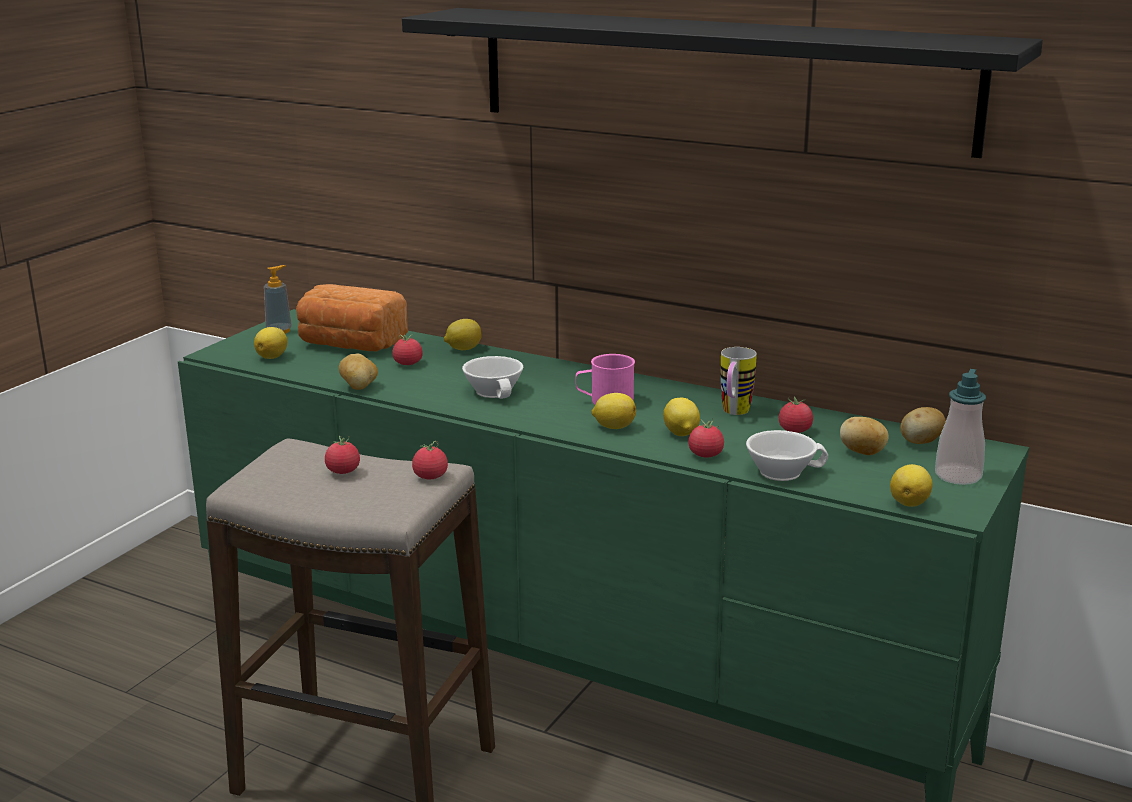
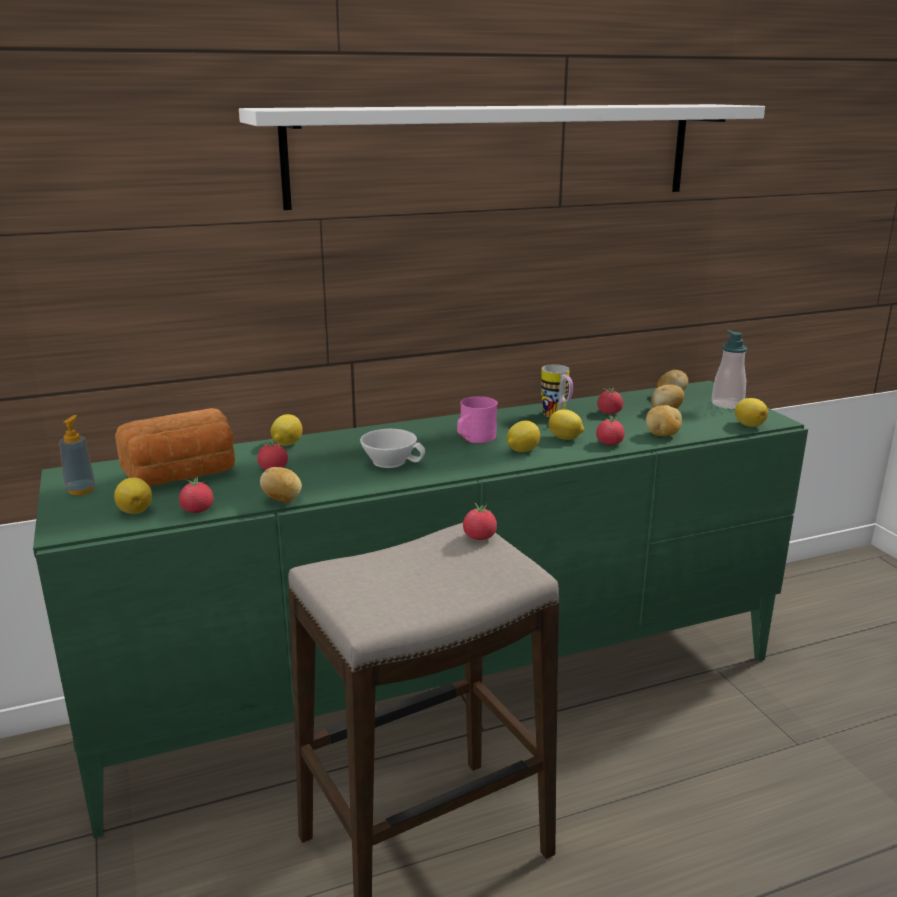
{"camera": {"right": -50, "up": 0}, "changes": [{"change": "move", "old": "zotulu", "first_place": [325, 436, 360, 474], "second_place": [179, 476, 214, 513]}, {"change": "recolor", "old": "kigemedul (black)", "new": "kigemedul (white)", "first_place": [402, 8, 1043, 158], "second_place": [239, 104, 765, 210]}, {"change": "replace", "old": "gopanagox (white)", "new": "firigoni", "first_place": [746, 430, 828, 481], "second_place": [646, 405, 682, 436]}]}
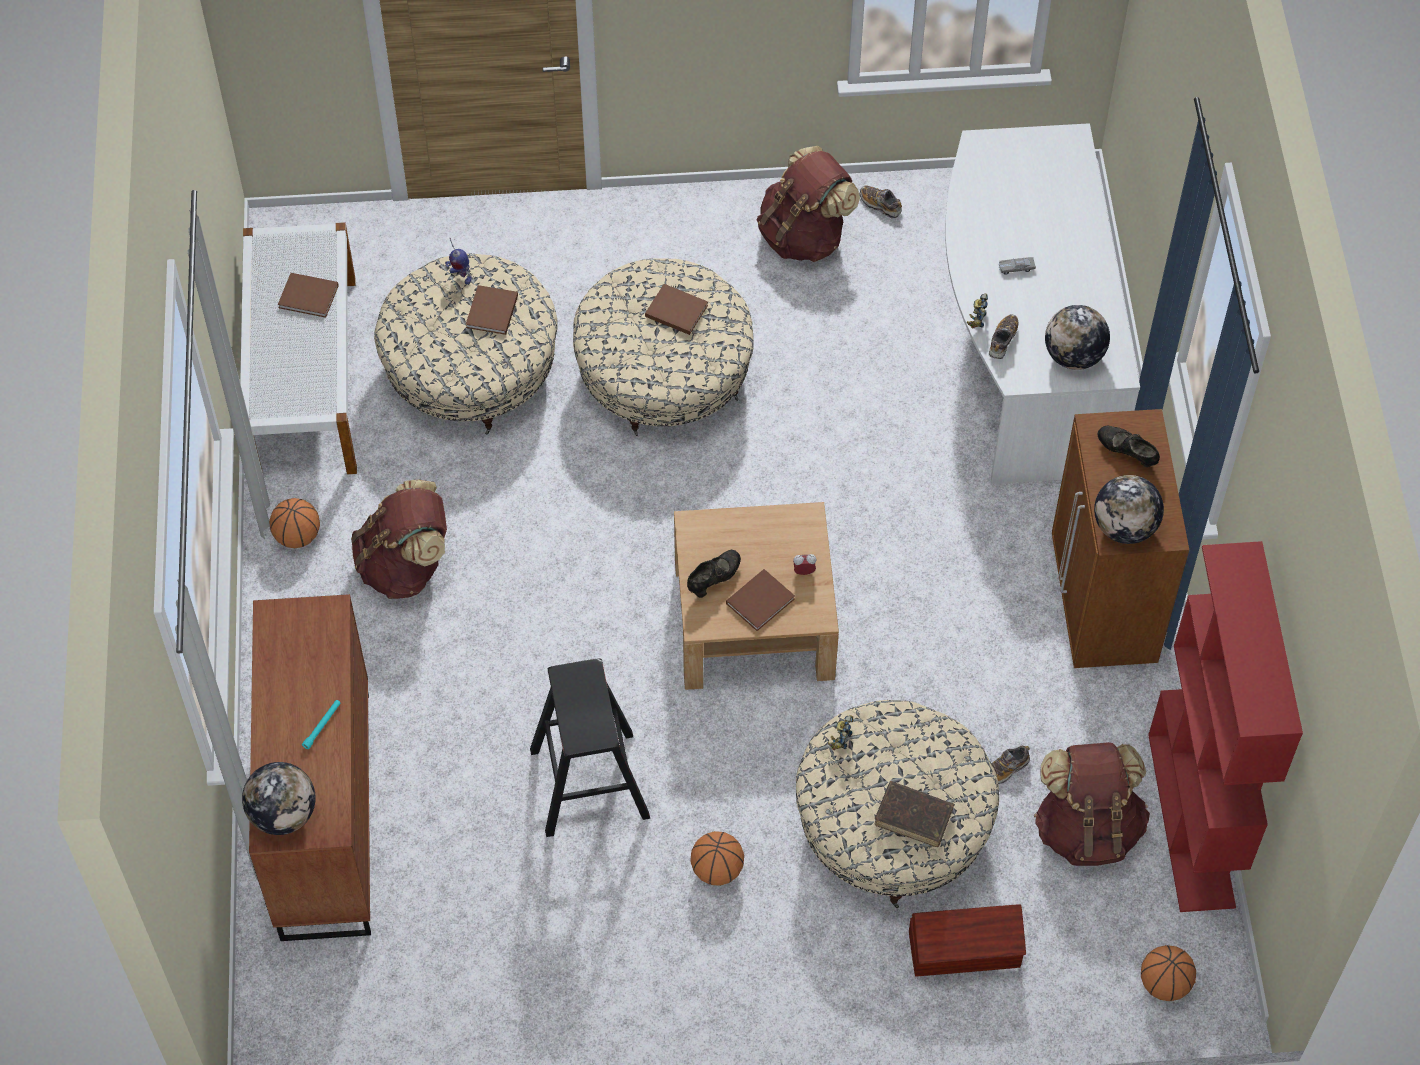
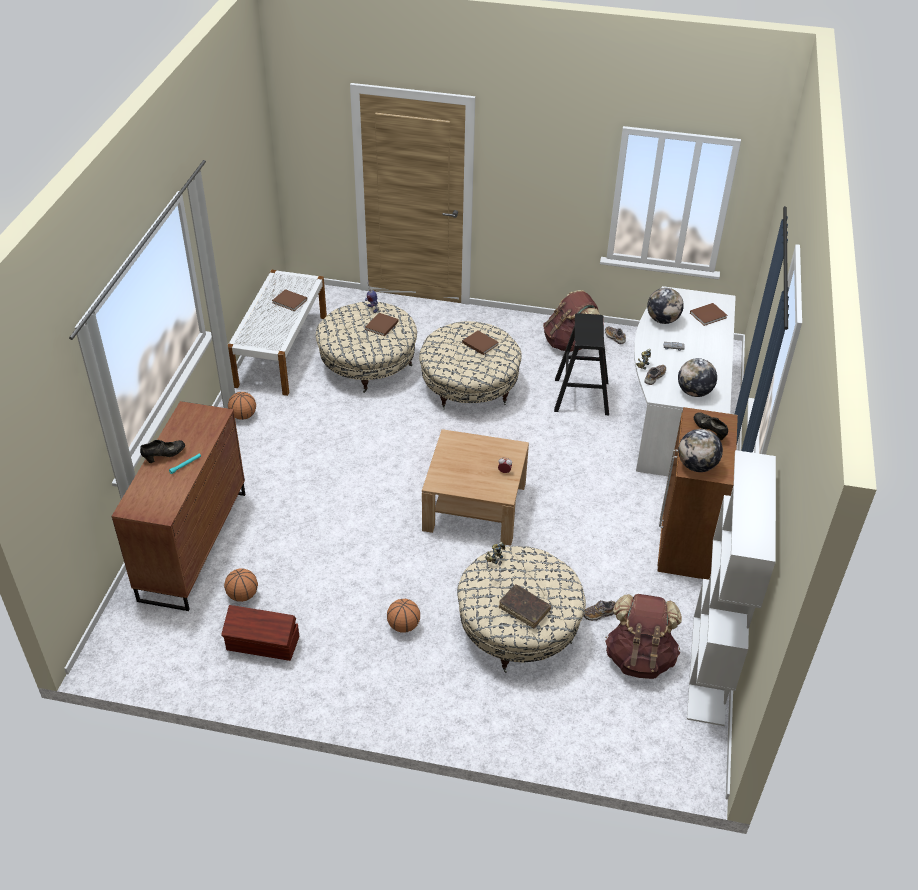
{"camera": {"right": 15, "up": -15}, "changes": [{"change": "move", "old": "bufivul", "first_place": [242, 762, 316, 835], "second_place": [647, 288, 684, 324]}, {"change": "delete", "old": "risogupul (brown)", "first_place": [351, 480, 447, 599]}, {"change": "move", "old": "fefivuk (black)", "first_place": [530, 659, 650, 837], "second_place": [554, 313, 609, 415]}, {"change": "move", "old": "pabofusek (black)", "first_place": [687, 550, 741, 598], "second_place": [140, 440, 185, 463]}, {"change": "move", "old": "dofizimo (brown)", "first_place": [726, 569, 795, 631], "second_place": [690, 303, 728, 326]}, {"change": "move", "old": "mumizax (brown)", "first_place": [909, 904, 1026, 976], "second_place": [221, 605, 299, 661]}, {"change": "move", "old": "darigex", "first_place": [1141, 945, 1196, 1001], "second_place": [224, 568, 258, 602]}, {"change": "recolor", "old": "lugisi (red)", "new": "lugisi (white)", "first_place": [1148, 541, 1303, 912], "second_place": [687, 450, 776, 726]}]}
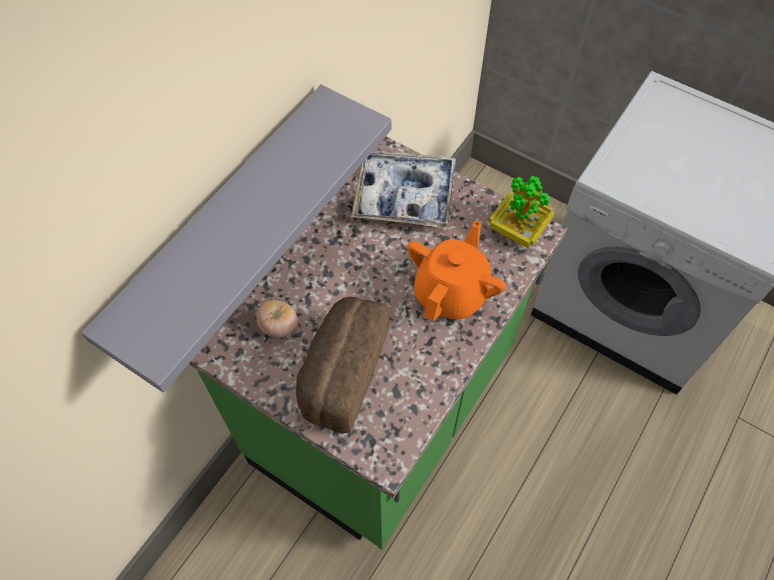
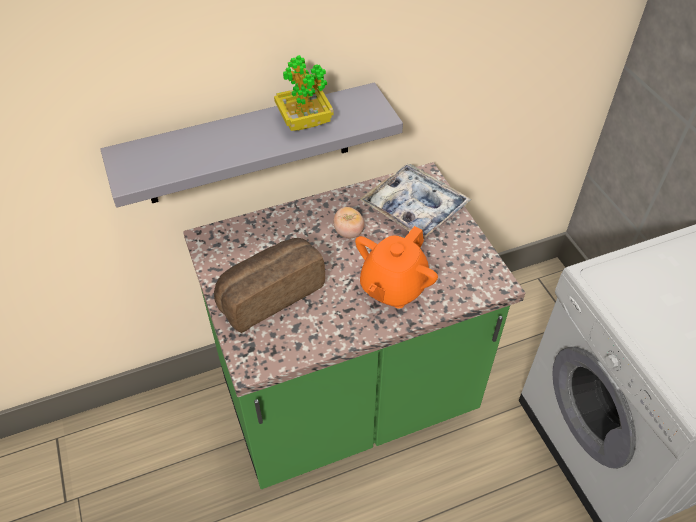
{"camera": {"right": 35, "up": -10}, "changes": [{"change": "move", "old": "zotulu", "first_place": [256, 300, 298, 338], "second_place": [333, 207, 364, 239]}, {"change": "rotate", "old": "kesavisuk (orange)", "first_place": [407, 221, 505, 321], "second_place": [355, 226, 438, 308], "degrees": 150}, {"change": "move", "old": "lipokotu", "first_place": [489, 175, 555, 248], "second_place": [274, 55, 334, 131]}]}
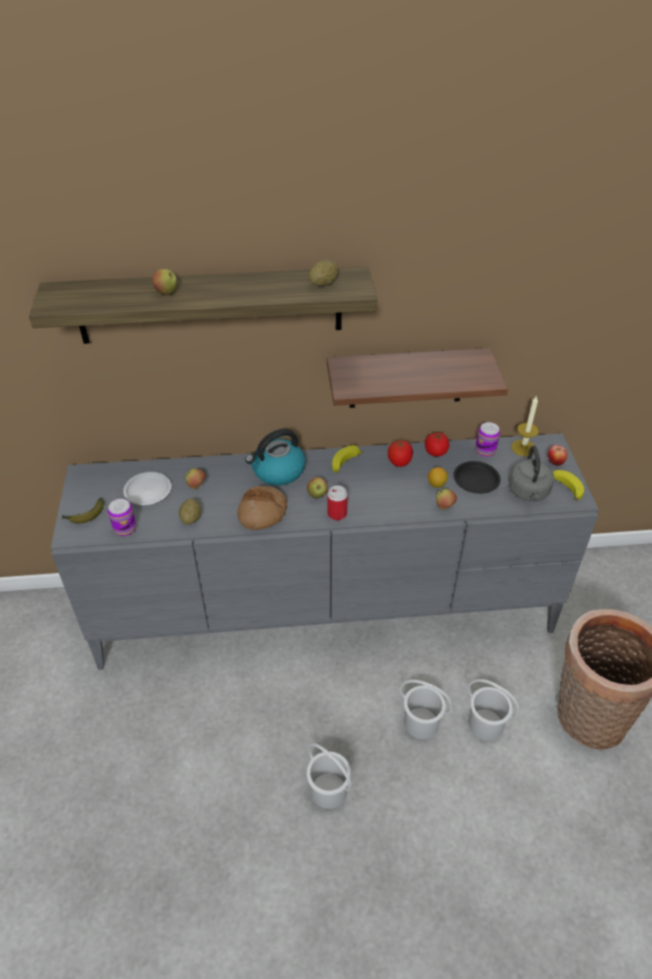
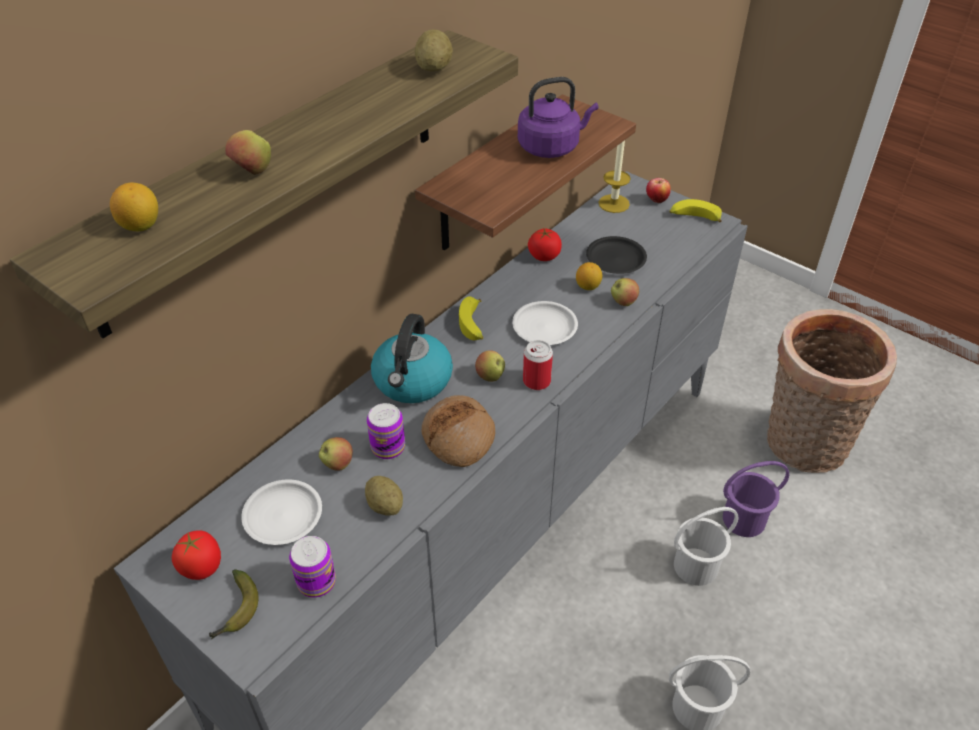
{"camera": {"right": -45, "up": 0}, "changes": [{"change": "move", "old": "zotulu", "first_place": [388, 440, 413, 467], "second_place": [172, 530, 221, 580]}, {"change": "recolor", "old": "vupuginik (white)", "new": "vupuginik (purple)", "first_place": [468, 679, 520, 740], "second_place": [723, 461, 789, 537]}, {"change": "move", "old": "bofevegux", "first_place": [475, 422, 500, 457], "second_place": [367, 403, 405, 459]}, {"change": "delete", "old": "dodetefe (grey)", "first_place": [509, 446, 554, 501]}, {"change": "insert", "new": "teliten", "second_place": [110, 183, 158, 231]}, {"change": "insert", "new": "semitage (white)", "second_place": [512, 301, 578, 345]}, {"change": "insert", "new": "dodetefe (purple)", "second_place": [518, 77, 598, 158]}]}
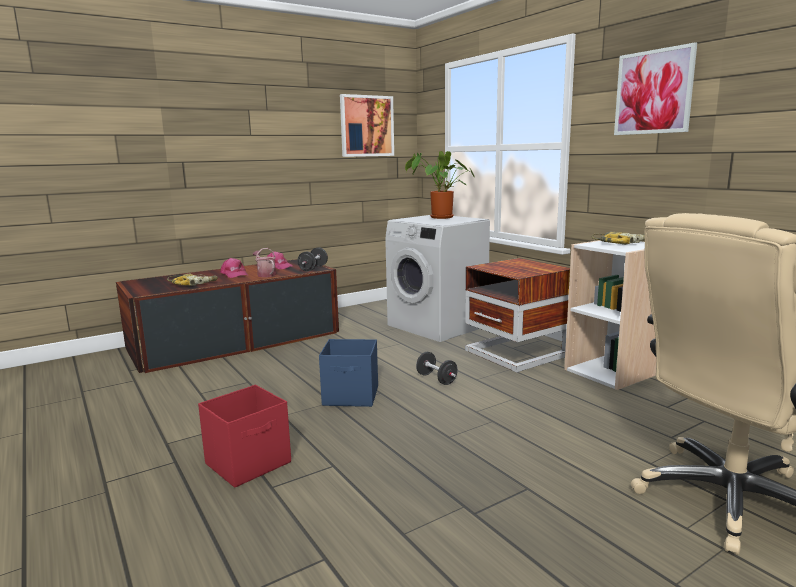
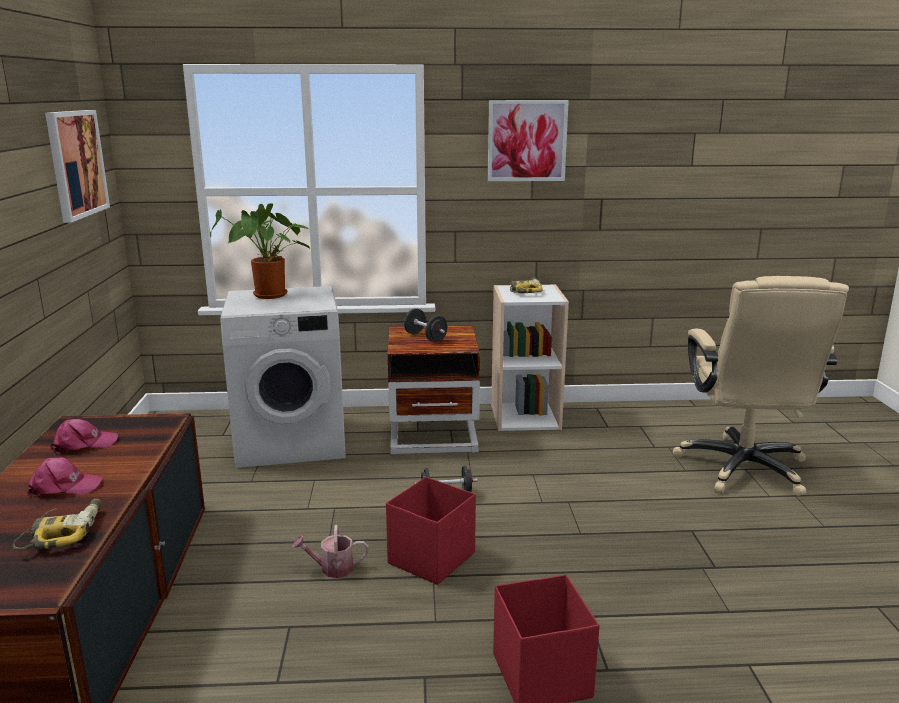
{"camera": {"right": -60, "up": 5}, "changes": [{"change": "move", "old": "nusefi", "first_place": [253, 248, 276, 277], "second_place": [292, 525, 369, 578]}, {"change": "move", "old": "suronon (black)", "first_place": [298, 247, 328, 272], "second_place": [404, 308, 448, 342]}, {"change": "recolor", "old": "mumizax (blue)", "new": "mumizax (red)", "first_place": [319, 339, 378, 407], "second_place": [386, 477, 476, 585]}]}
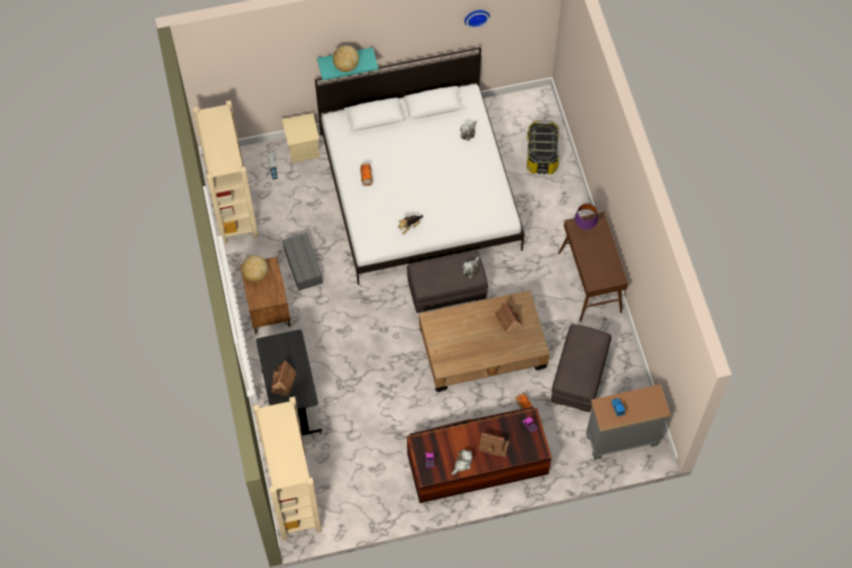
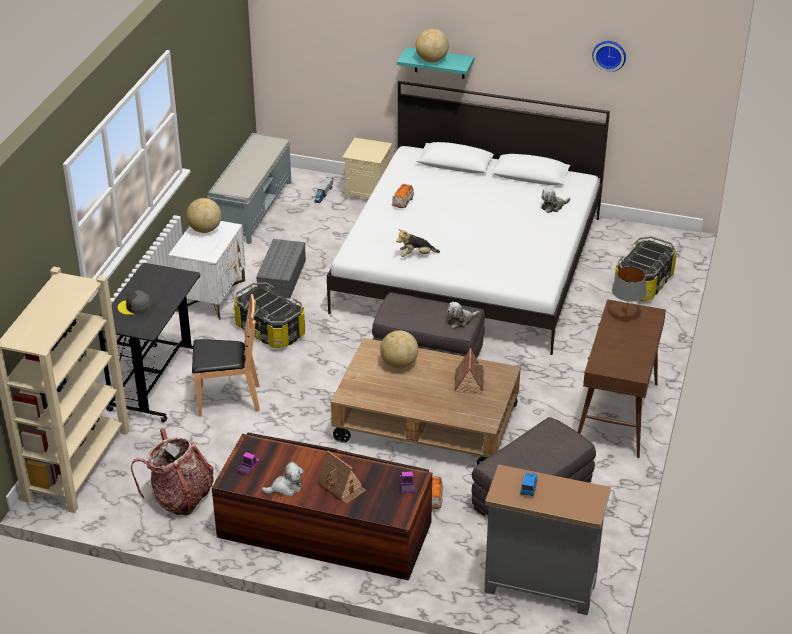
{"camera": {"right": 30, "up": -25}, "changes": [{"change": "replace", "old": "lugisi (beige)", "new": "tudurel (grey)", "first_place": [193, 100, 259, 244], "second_place": [207, 133, 291, 244]}, {"change": "recolor", "old": "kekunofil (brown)", "new": "kekunofil (white)", "first_place": [240, 257, 291, 334], "second_place": [168, 221, 245, 320]}, {"change": "replace", "old": "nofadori", "new": "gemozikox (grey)", "first_place": [271, 360, 297, 396], "second_place": [117, 291, 152, 315]}, {"change": "recolor", "old": "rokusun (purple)", "new": "rokusun (grey)", "first_place": [575, 204, 598, 230], "second_place": [612, 266, 646, 316]}, {"change": "insert", "new": "risogupul", "second_place": [131, 429, 214, 515]}, {"change": "insert", "new": "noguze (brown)", "second_place": [192, 294, 260, 417]}, {"change": "insert", "new": "mumizax", "second_place": [234, 283, 305, 348]}, {"change": "insert", "new": "bufivul", "second_place": [380, 330, 418, 369]}]}
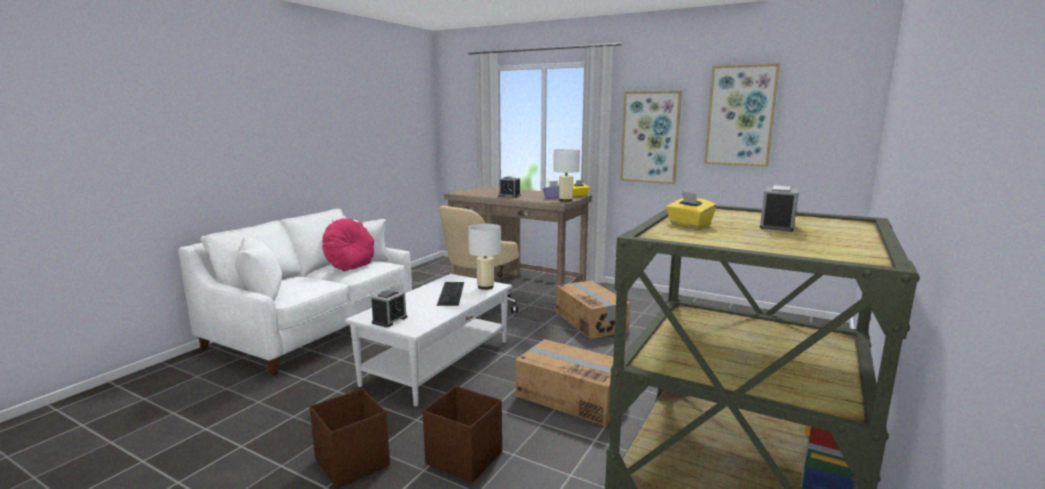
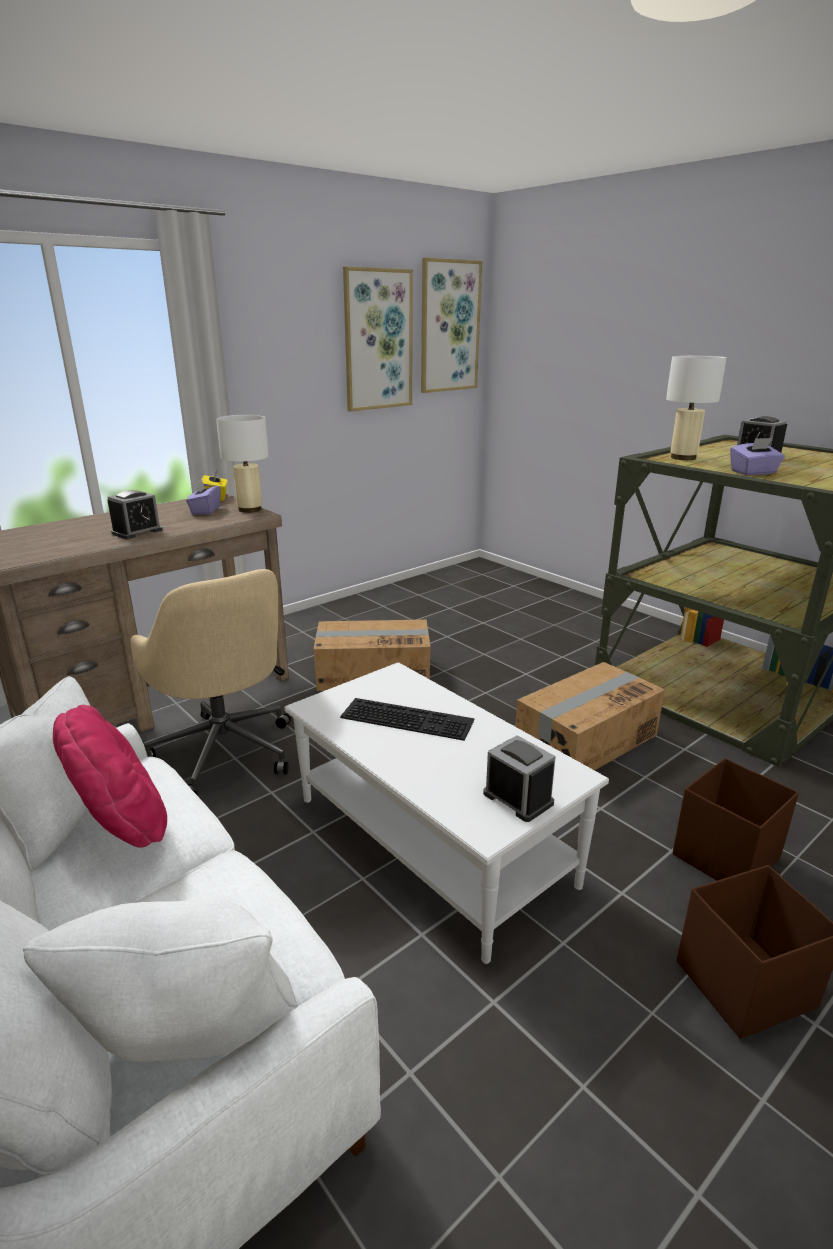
{"camera": {"right": -70, "up": 10}, "changes": [{"change": "move", "old": "rokusun (white)", "first_place": [468, 224, 501, 290], "second_place": [666, 355, 727, 460]}, {"change": "move", "old": "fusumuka", "first_place": [620, 91, 682, 184], "second_place": [421, 258, 482, 393]}, {"change": "recolor", "old": "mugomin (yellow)", "new": "mugomin (purple)", "first_place": [666, 191, 716, 228], "second_place": [730, 438, 785, 475]}]}
